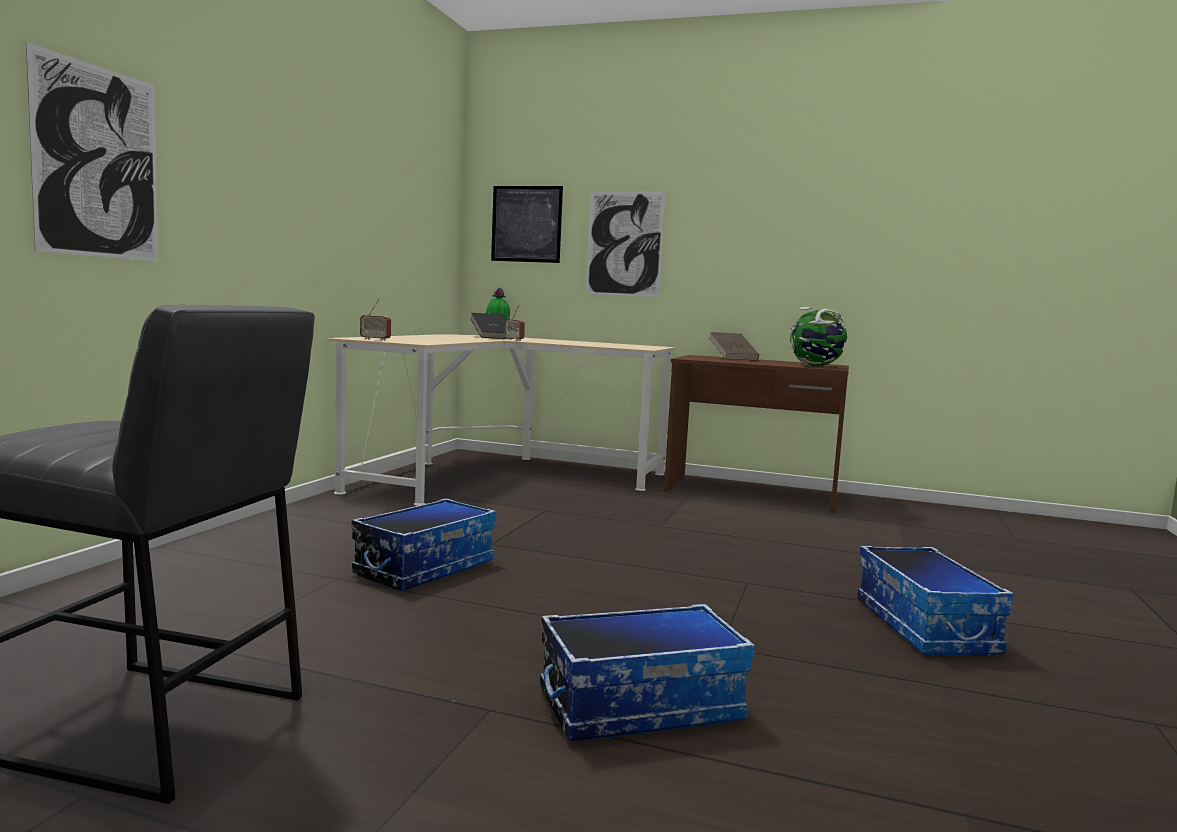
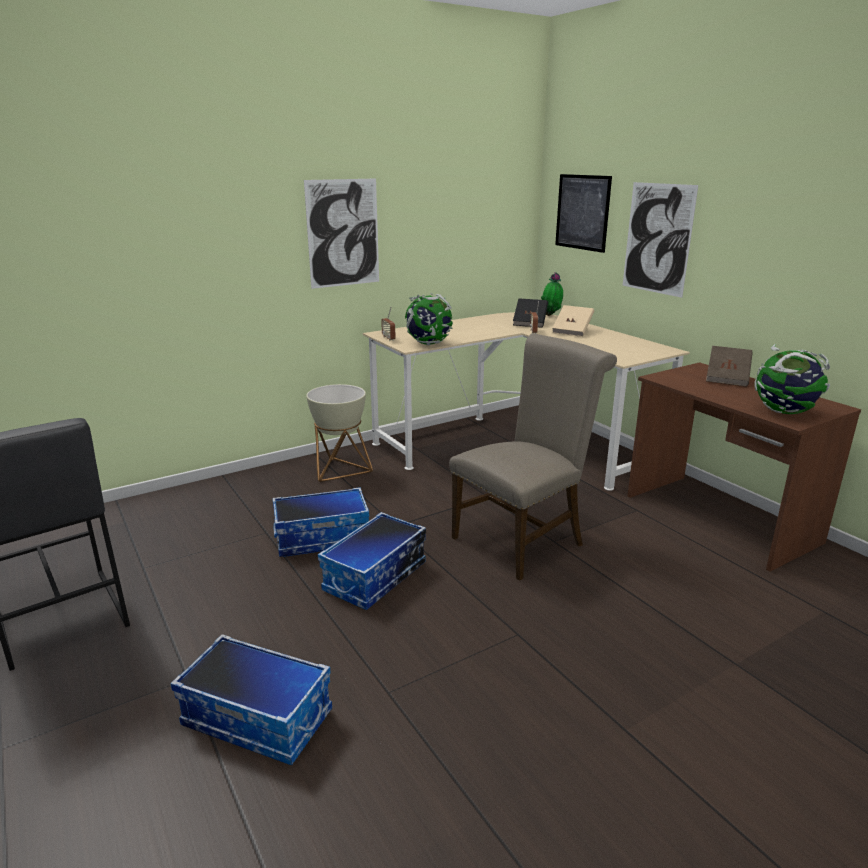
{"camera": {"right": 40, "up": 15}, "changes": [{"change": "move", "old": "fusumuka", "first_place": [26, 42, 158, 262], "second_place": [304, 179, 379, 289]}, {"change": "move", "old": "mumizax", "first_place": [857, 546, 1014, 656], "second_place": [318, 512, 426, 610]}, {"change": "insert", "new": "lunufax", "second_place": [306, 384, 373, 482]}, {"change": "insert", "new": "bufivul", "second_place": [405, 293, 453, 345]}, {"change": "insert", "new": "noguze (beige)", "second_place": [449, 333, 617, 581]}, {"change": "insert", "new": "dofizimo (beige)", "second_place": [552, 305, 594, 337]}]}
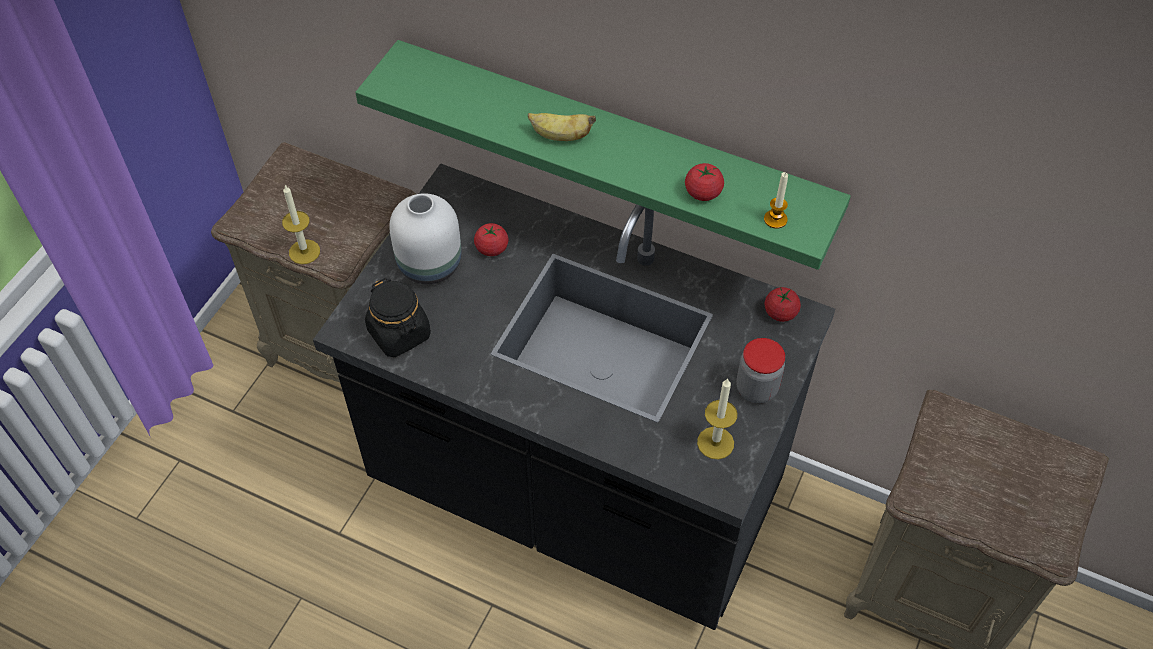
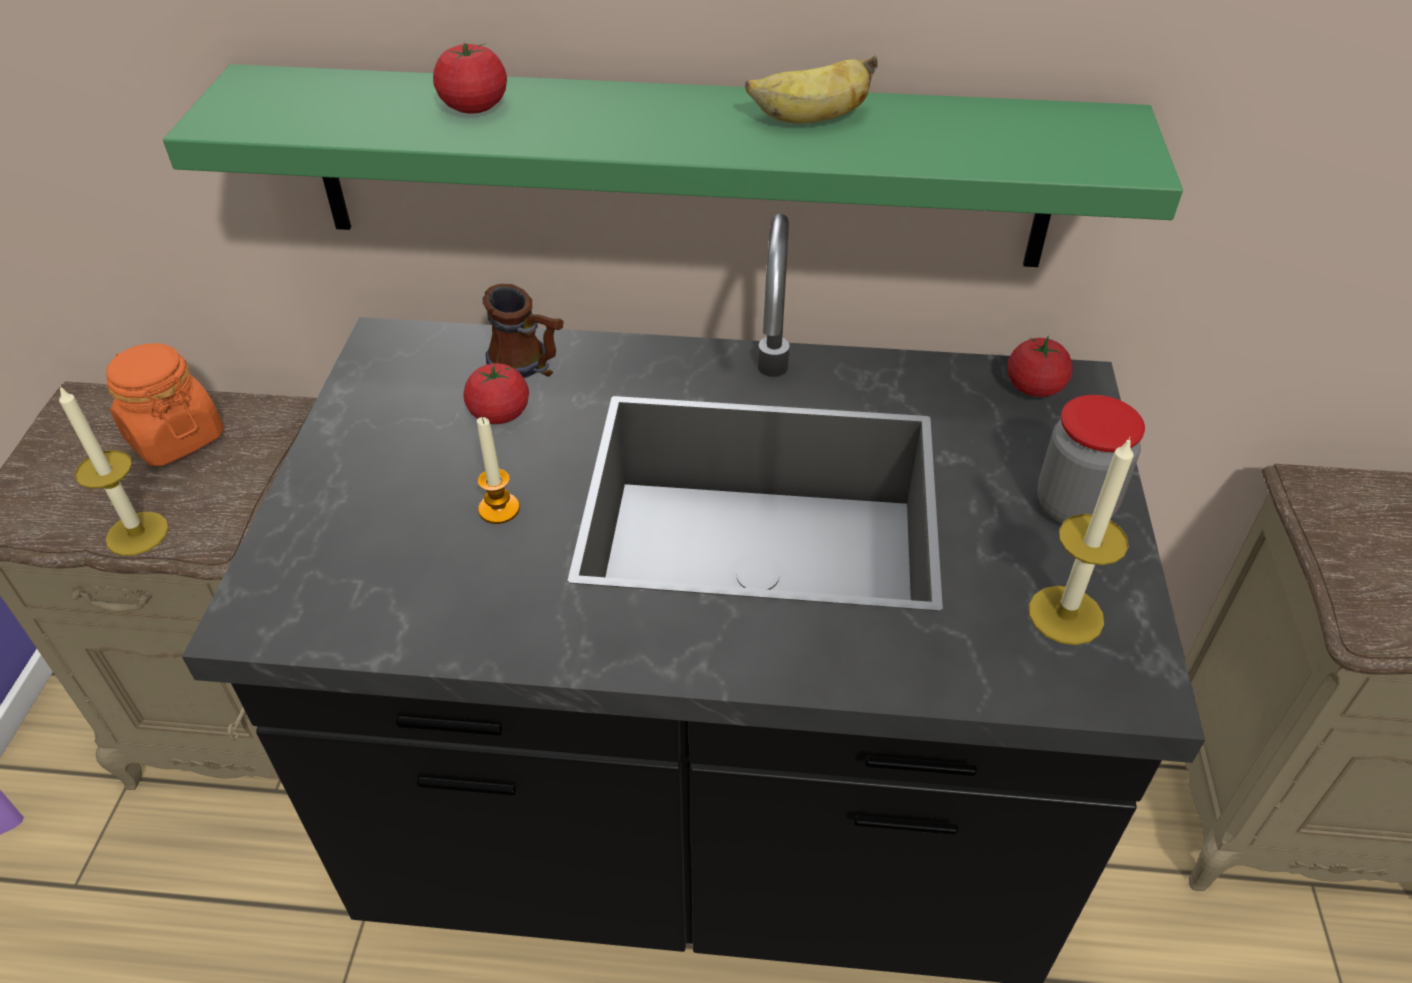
{"camera": {"right": -20, "up": -10}, "changes": [{"change": "delete", "old": "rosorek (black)", "first_place": [365, 278, 431, 357]}, {"change": "delete", "old": "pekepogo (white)", "first_place": [389, 193, 462, 284]}, {"change": "move", "old": "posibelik", "first_place": [528, 113, 596, 141], "second_place": [745, 55, 878, 124]}, {"change": "move", "old": "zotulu", "first_place": [685, 163, 724, 201], "second_place": [433, 43, 507, 114]}, {"change": "move", "old": "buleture", "first_place": [764, 172, 788, 229], "second_place": [477, 417, 520, 524]}, {"change": "insert", "new": "rosorek (orange)", "second_place": [106, 343, 224, 466]}, {"change": "insert", "new": "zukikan", "second_place": [482, 284, 564, 378]}]}
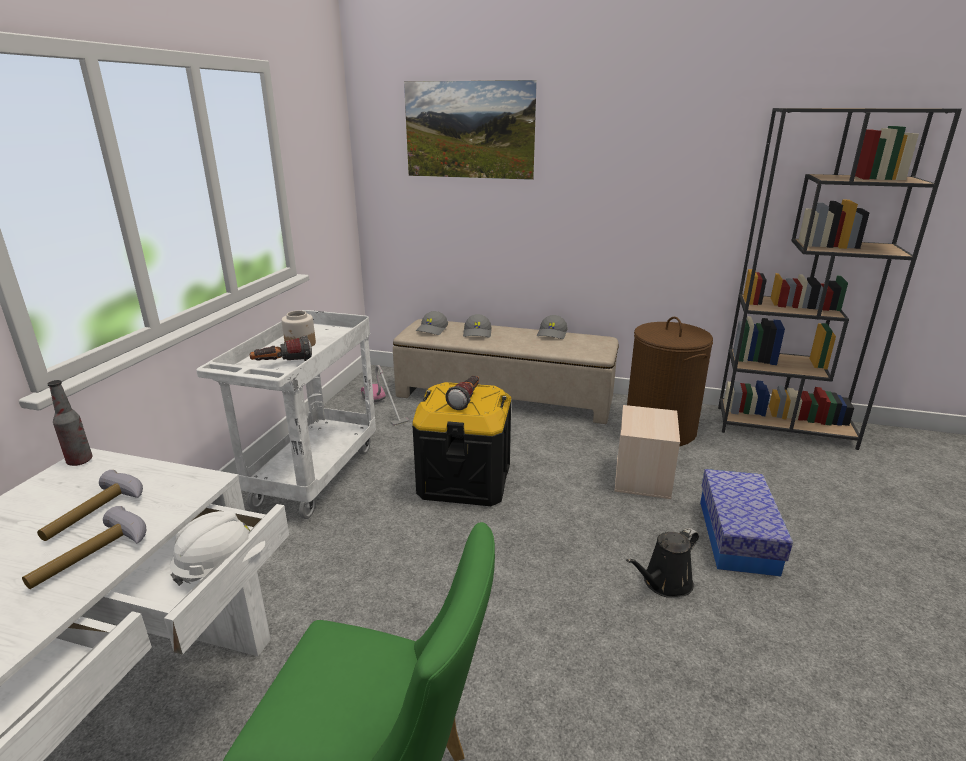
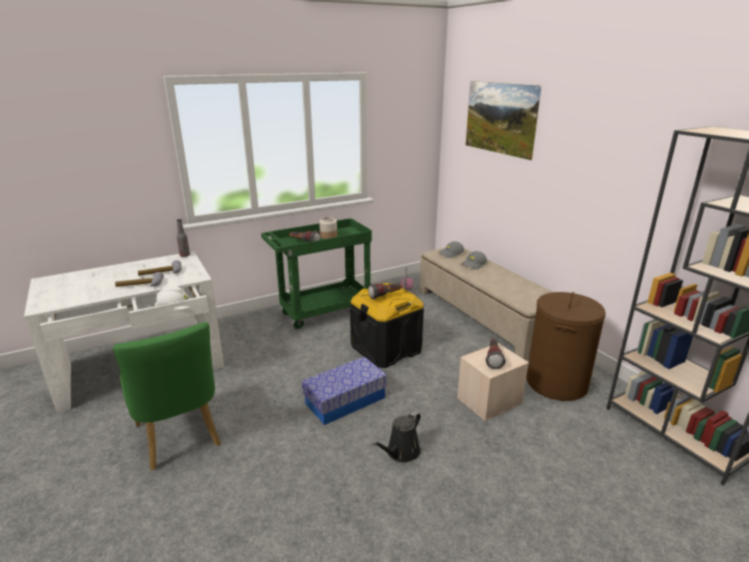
{"camera": {"right": 45, "up": 0}, "changes": [{"change": "recolor", "old": "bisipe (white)", "new": "bisipe (green)", "first_place": [196, 310, 376, 519], "second_place": [261, 219, 372, 330]}, {"change": "delete", "old": "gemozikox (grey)", "first_place": [537, 315, 568, 339]}, {"change": "rotate", "old": "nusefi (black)", "first_place": [626, 528, 699, 598], "second_place": [373, 411, 421, 463], "degrees": -60}, {"change": "move", "old": "mumizax", "first_place": [700, 469, 793, 576], "second_place": [302, 356, 387, 425]}, {"change": "insert", "new": "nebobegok", "second_place": [485, 339, 506, 369]}]}
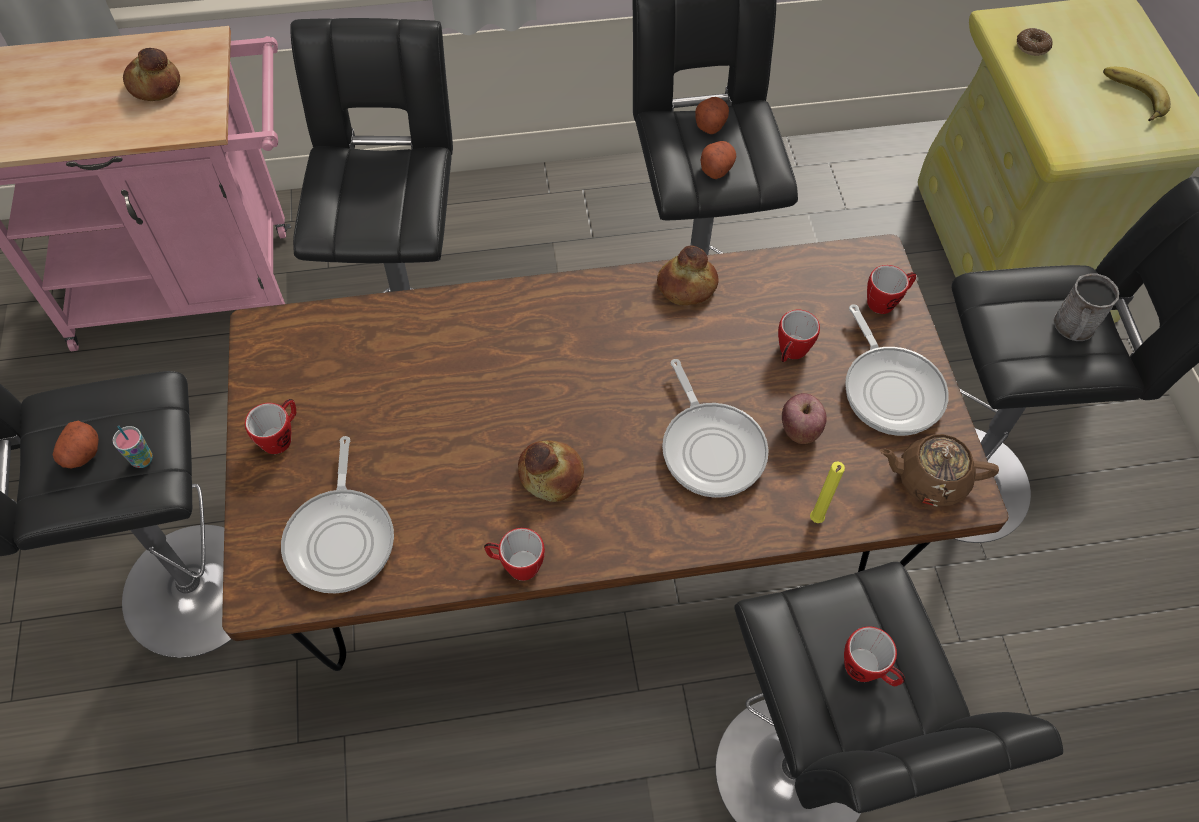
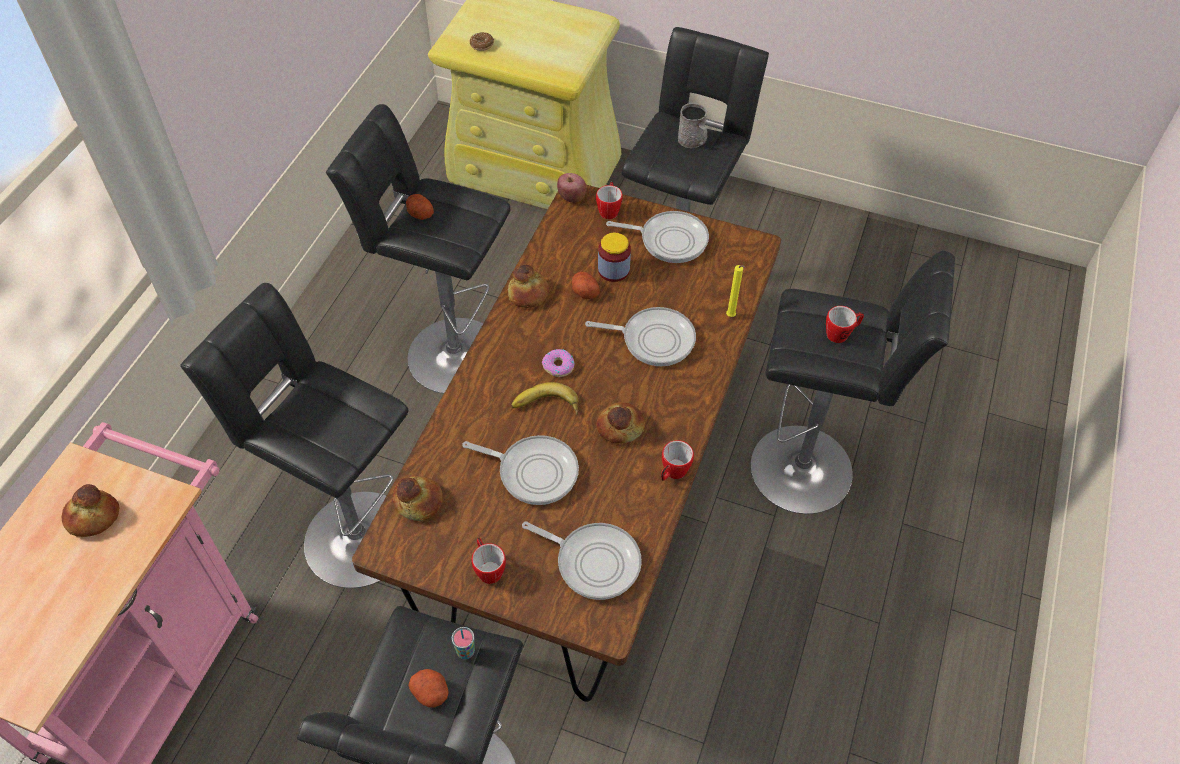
{"camera": {"right": -60, "up": -5}, "changes": [{"change": "move", "old": "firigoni", "first_place": [700, 141, 736, 179], "second_place": [572, 272, 600, 299]}, {"change": "replace", "old": "zukikan", "new": "rosorek", "first_place": [778, 309, 820, 362], "second_place": [598, 233, 631, 282]}, {"change": "move", "old": "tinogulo", "first_place": [782, 393, 827, 444], "second_place": [557, 173, 586, 203]}, {"change": "delete", "old": "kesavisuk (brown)", "first_place": [879, 434, 999, 507]}, {"change": "move", "old": "posibelik", "first_place": [1103, 67, 1171, 121], "second_place": [512, 382, 578, 415]}, {"change": "insert", "new": "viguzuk", "second_place": [393, 476, 443, 521]}, {"change": "insert", "new": "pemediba", "second_place": [462, 435, 579, 505]}, {"change": "insert", "new": "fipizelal", "second_place": [542, 349, 574, 377]}]}
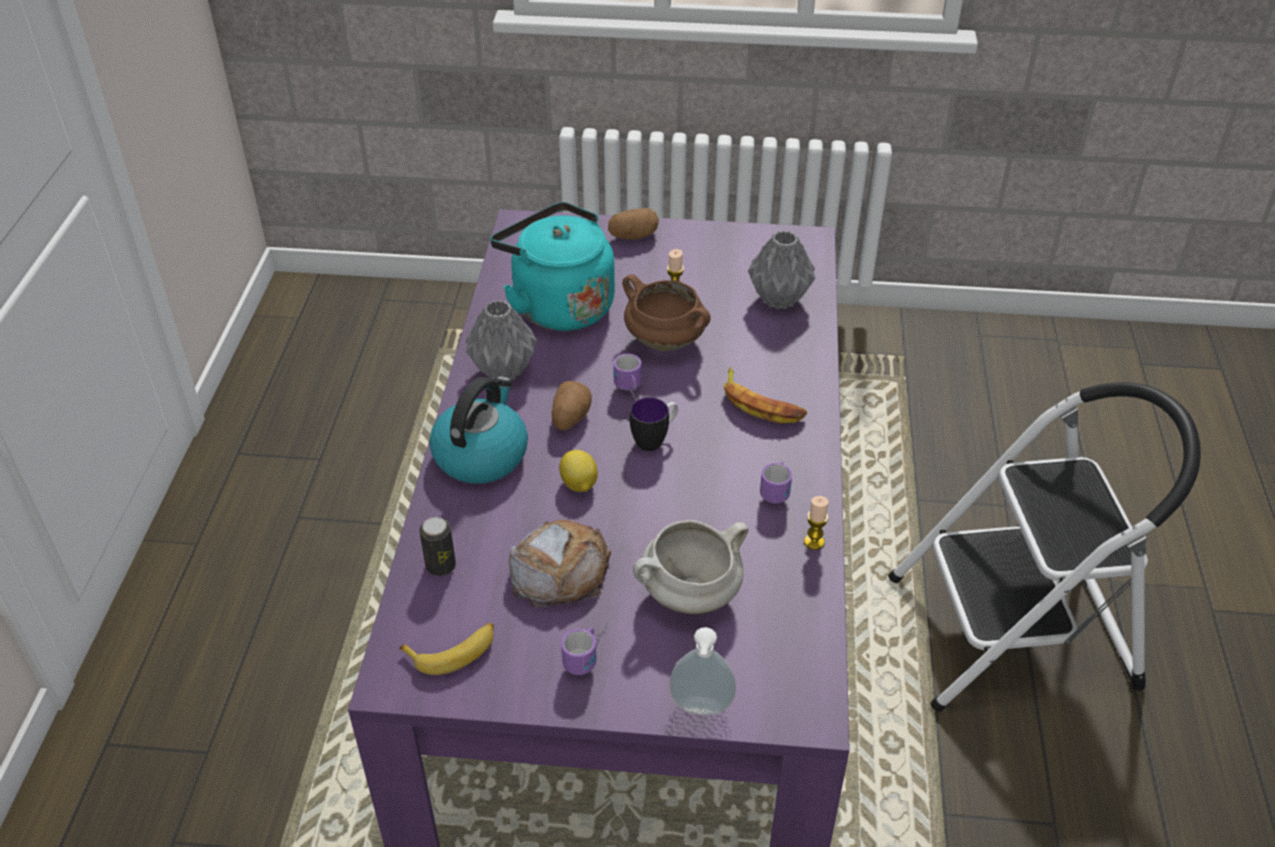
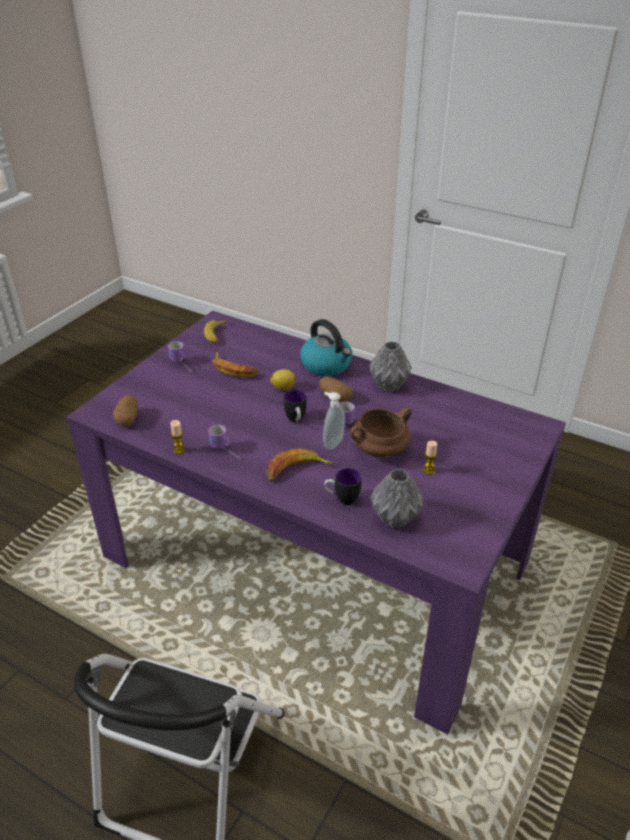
{"camera": {"right": 115, "up": -5}, "changes": [{"change": "delete", "old": "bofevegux", "first_place": [419, 517, 456, 576]}, {"change": "delete", "old": "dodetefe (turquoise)", "first_place": [490, 202, 615, 331]}, {"change": "replace", "old": "viguzuk", "new": "posibelik", "first_place": [509, 520, 611, 607], "second_place": [213, 352, 259, 378]}, {"change": "move", "old": "firigoni", "first_place": [608, 208, 659, 240], "second_place": [113, 395, 138, 426]}, {"change": "delete", "old": "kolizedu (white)", "first_place": [633, 520, 748, 614]}, {"change": "move", "old": "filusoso", "first_place": [669, 627, 736, 715], "second_place": [323, 392, 345, 450]}, {"change": "insert", "new": "zukikan", "second_place": [324, 468, 362, 505]}]}
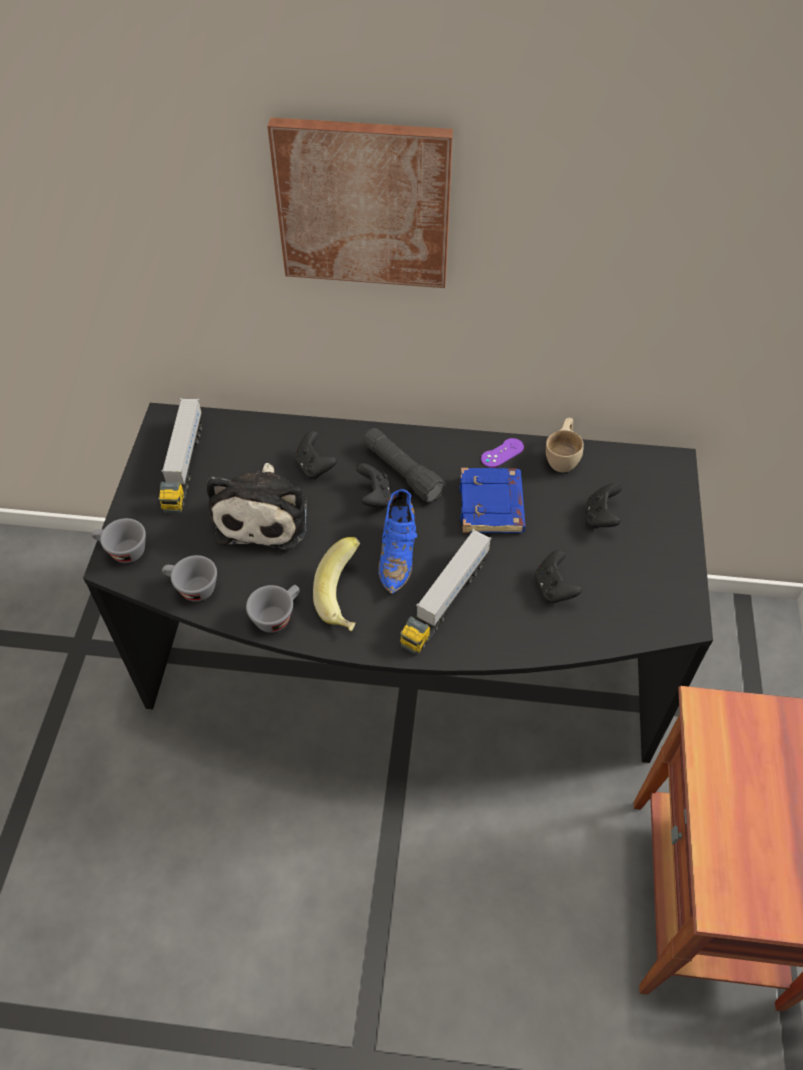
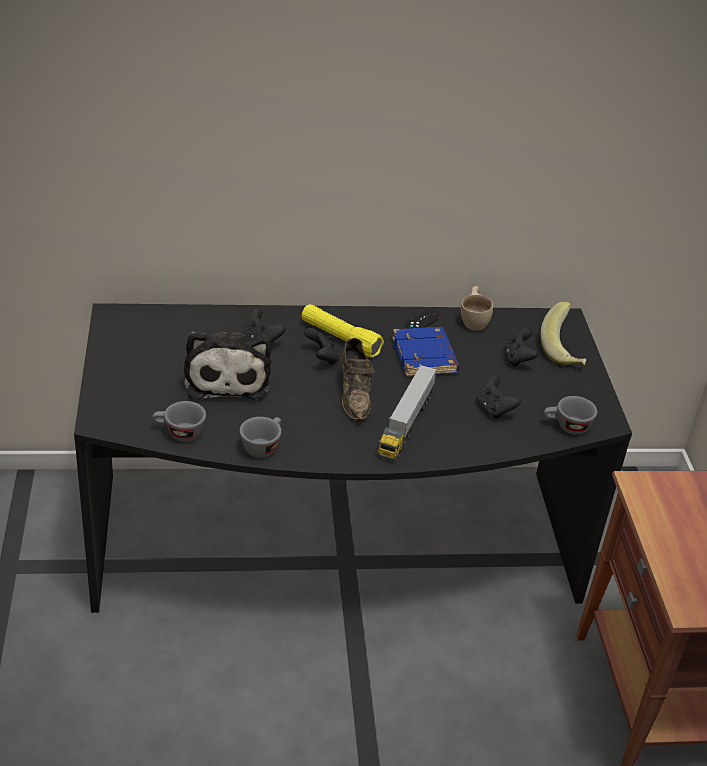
{"camera": {"right": -15, "up": -15}, "changes": [{"change": "move", "old": "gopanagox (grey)", "first_place": [91, 518, 146, 563], "second_place": [544, 396, 597, 435]}, {"change": "delete", "old": "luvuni", "first_place": [159, 398, 202, 514]}, {"change": "delete", "old": "fusumuka", "first_place": [267, 117, 453, 288]}, {"change": "move", "old": "posibelik", "first_place": [313, 537, 360, 631], "second_place": [541, 301, 586, 365]}, {"change": "recolor", "old": "nebobegok (black)", "new": "nebobegok (yellow)", "first_place": [363, 428, 446, 503], "second_place": [301, 304, 384, 358]}, {"change": "recolor", "old": "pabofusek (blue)", "new": "pabofusek (brown)", "first_place": [378, 489, 417, 594], "second_place": [342, 338, 375, 421]}, {"change": "recolor", "old": "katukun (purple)", "new": "katukun (black)", "first_place": [481, 438, 524, 468], "second_place": [405, 310, 440, 329]}]}
